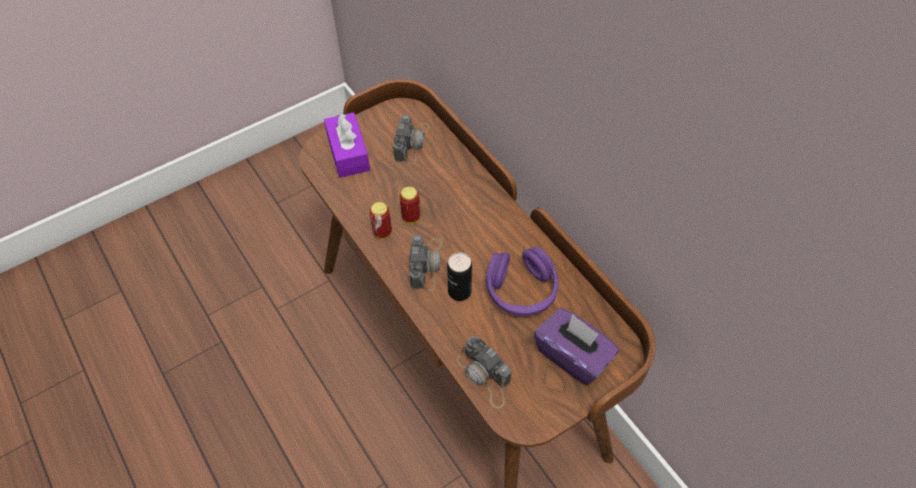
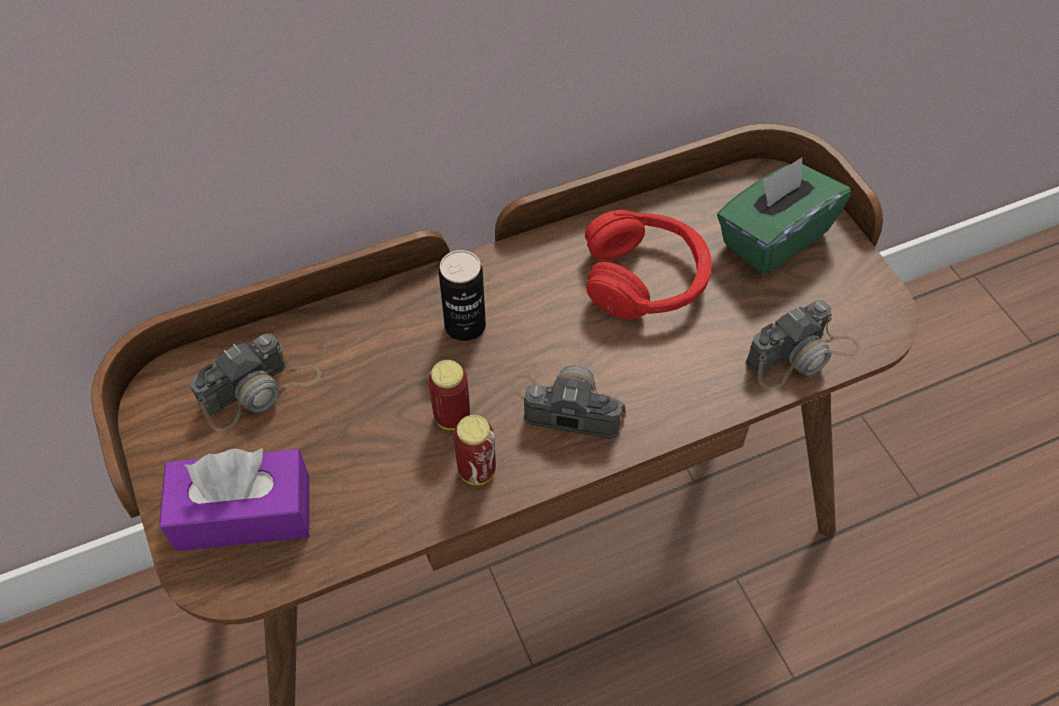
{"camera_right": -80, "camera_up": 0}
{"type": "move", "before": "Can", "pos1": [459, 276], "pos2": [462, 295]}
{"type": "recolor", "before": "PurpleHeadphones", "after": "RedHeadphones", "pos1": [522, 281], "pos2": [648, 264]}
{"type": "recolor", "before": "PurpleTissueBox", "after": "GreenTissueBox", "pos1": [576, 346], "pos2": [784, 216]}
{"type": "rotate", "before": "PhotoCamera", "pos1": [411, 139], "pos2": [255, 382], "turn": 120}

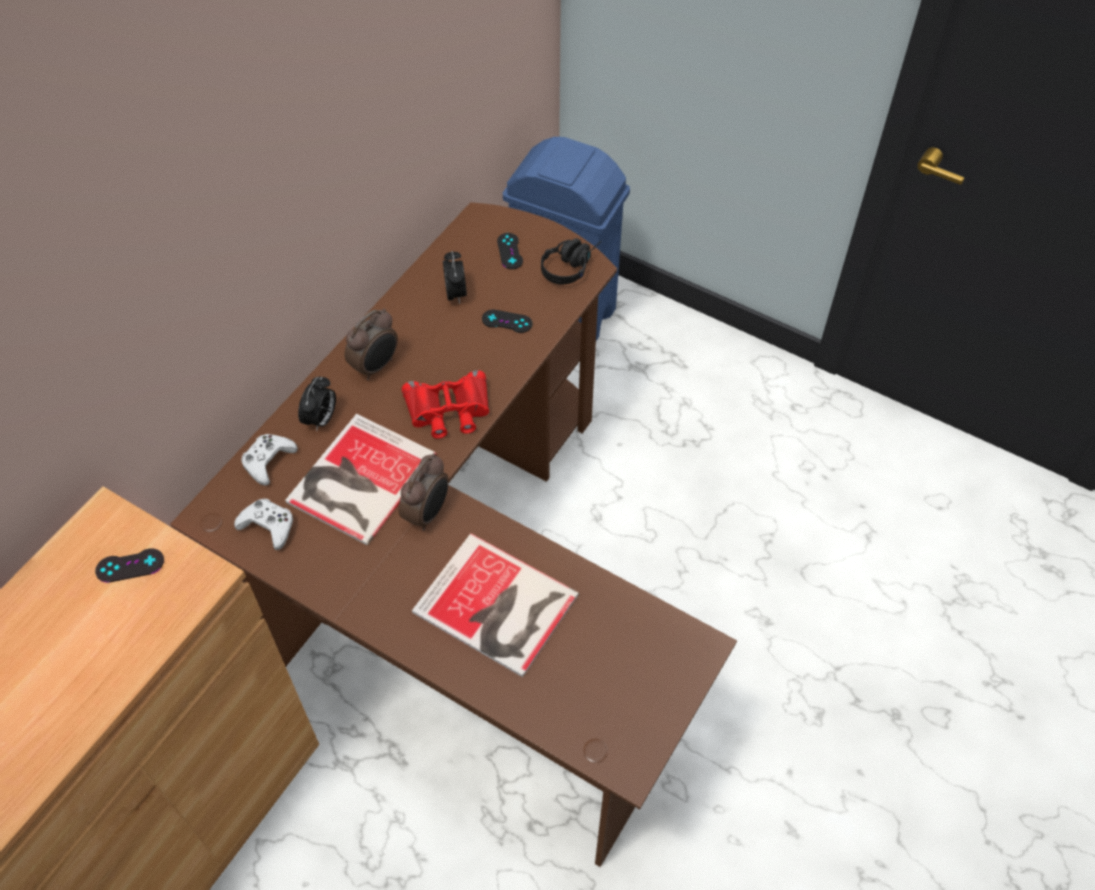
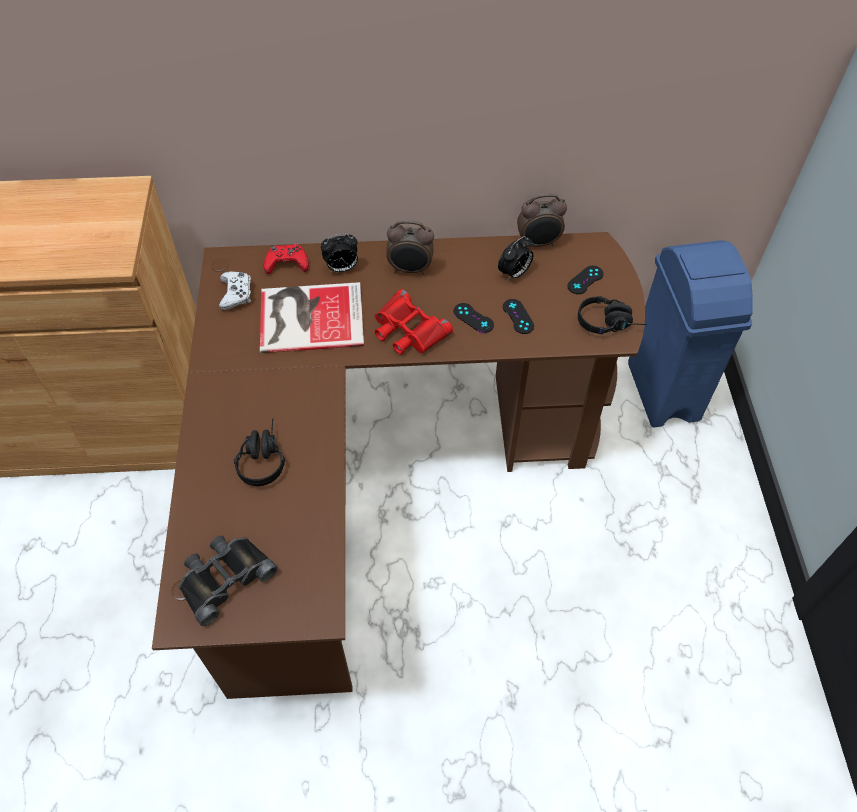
{"camera_right": 55, "camera_up": 0}
{"type": "insert", "after": "BlackBinoculars", "pos2": [228, 581]}
{"type": "move", "before": "BlackGameController", "pos1": [129, 565], "pos2": [473, 318]}
{"type": "move", "before": "AlarmClock", "pos1": [423, 492], "pos2": [542, 220]}
{"type": "replace", "before": "Book", "after": "BlackHeadphones", "pos1": [495, 605], "pos2": [259, 452]}
{"type": "recolor", "before": "WhiteGameController", "after": "RedGameController", "pos1": [269, 460], "pos2": [286, 259]}

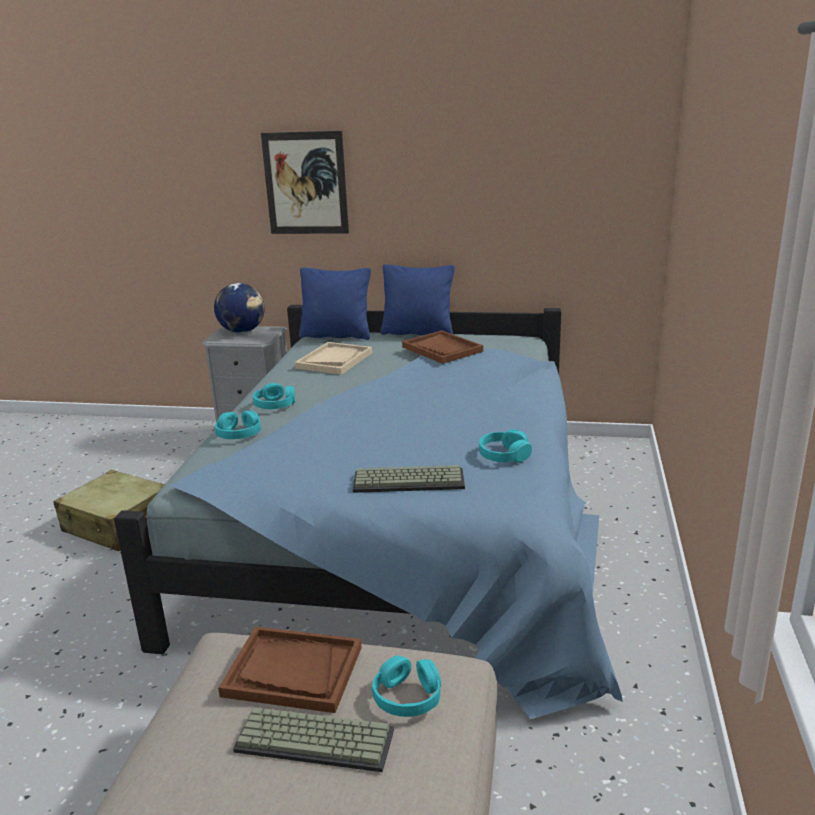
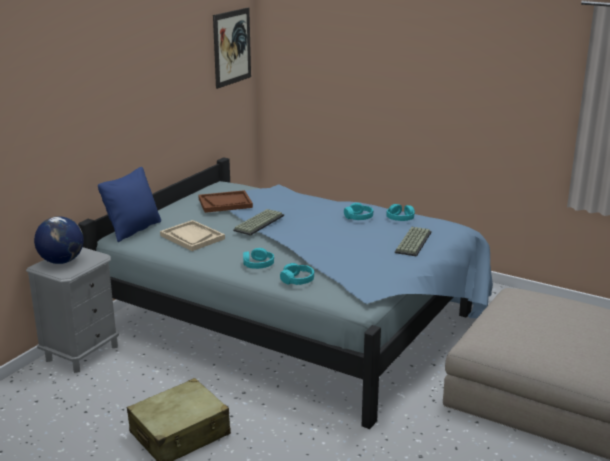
{"camera_right": -70, "camera_up": 0}
{"type": "delete", "before": "BrownTray", "pos1": [290, 670]}
{"type": "delete", "before": "BluePillow", "pos1": [418, 299]}
{"type": "move", "before": "Keyboard", "pos1": [313, 739], "pos2": [258, 222]}
{"type": "move", "before": "Picture", "pos1": [305, 182], "pos2": [232, 48]}
{"type": "move", "before": "TurquoiseHeadphones", "pos1": [406, 686], "pos2": [358, 211]}

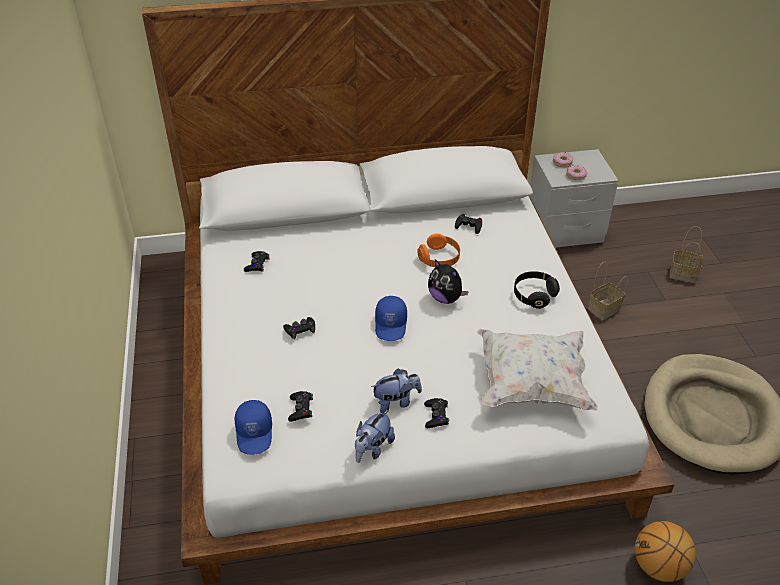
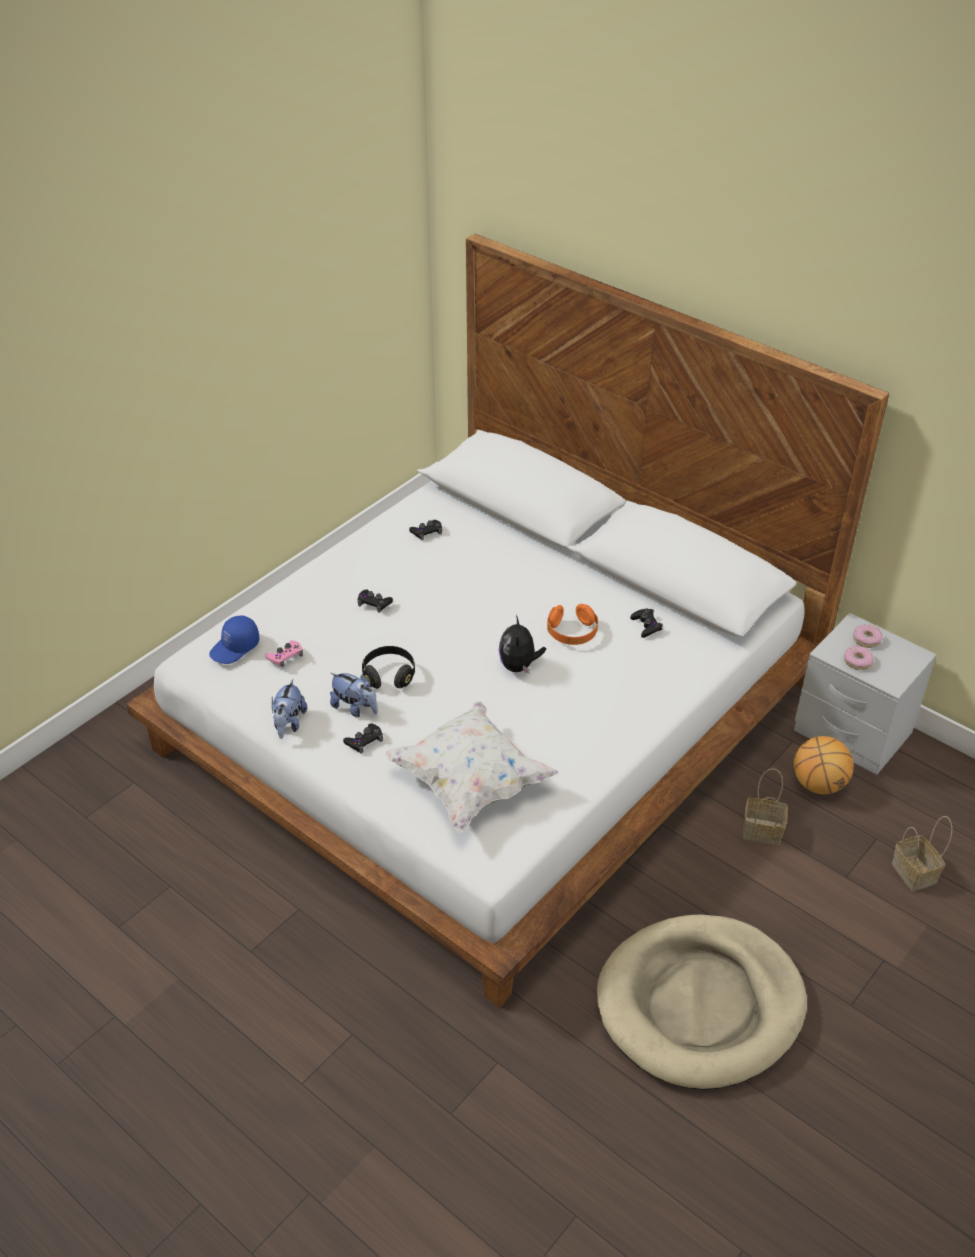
{"camera_right": 50, "camera_up": 0}
{"type": "delete", "before": "BlueCap", "pos1": [391, 318]}
{"type": "move", "before": "BlackHeadphones", "pos1": [537, 290], "pos2": [388, 667]}
{"type": "move", "before": "Basketball", "pos1": [665, 551], "pos2": [824, 765]}
{"type": "recolor", "before": "BlackGameController", "after": "PinkGameController", "pos1": [300, 406], "pos2": [284, 653]}
{"type": "rotate", "before": "PlushToy", "pos1": [375, 436], "pos2": [289, 709], "turn": -75}

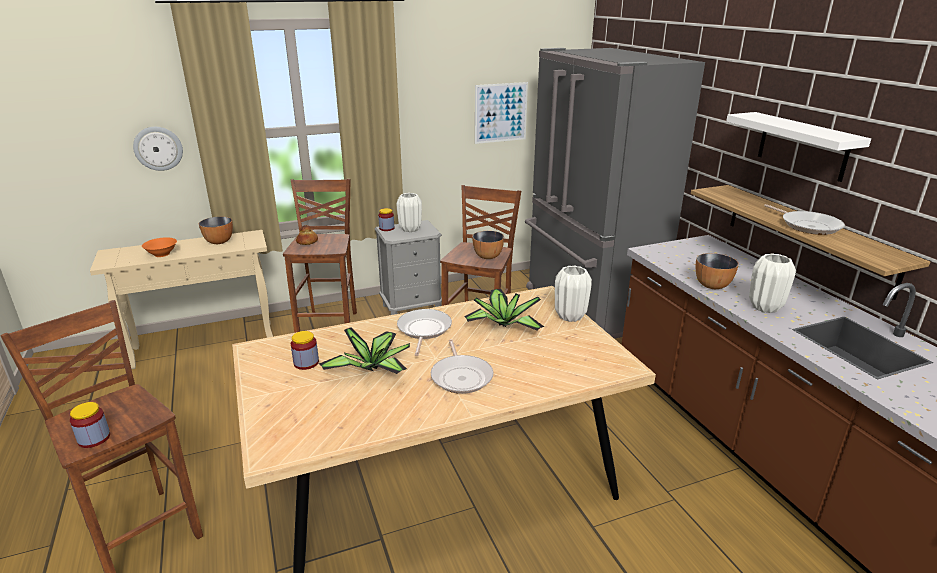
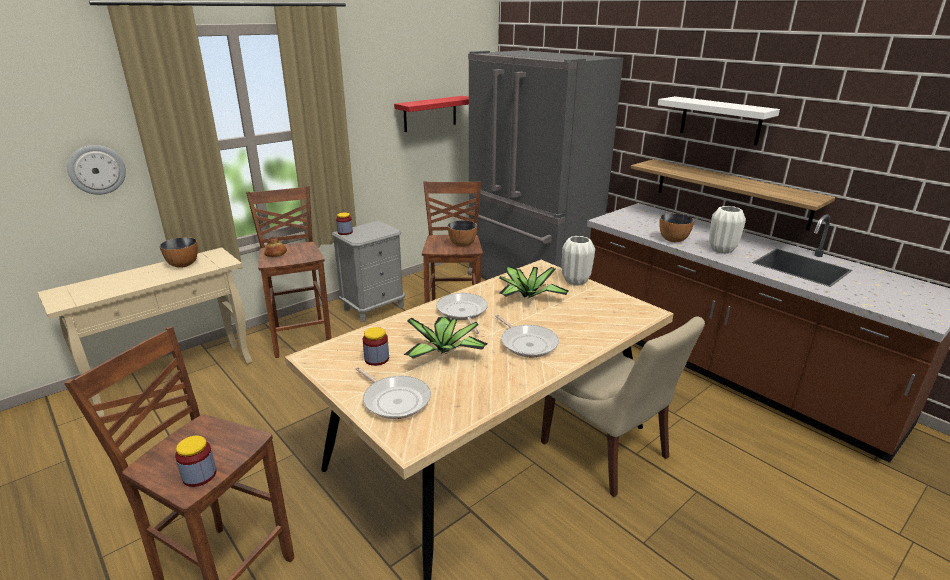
{"camera_right": -20, "camera_up": 0}
{"type": "delete", "before": "OrangeBowl", "pos1": [159, 247]}
{"type": "delete", "before": "WhiteVase", "pos1": [409, 212]}
{"type": "insert", "after": "BeigeChair", "pos2": [623, 407]}
{"type": "move", "before": "FryingPan", "pos1": [804, 219], "pos2": [393, 393]}
{"type": "replace", "before": "Picture", "after": "RedShelf", "pos1": [501, 113], "pos2": [431, 114]}

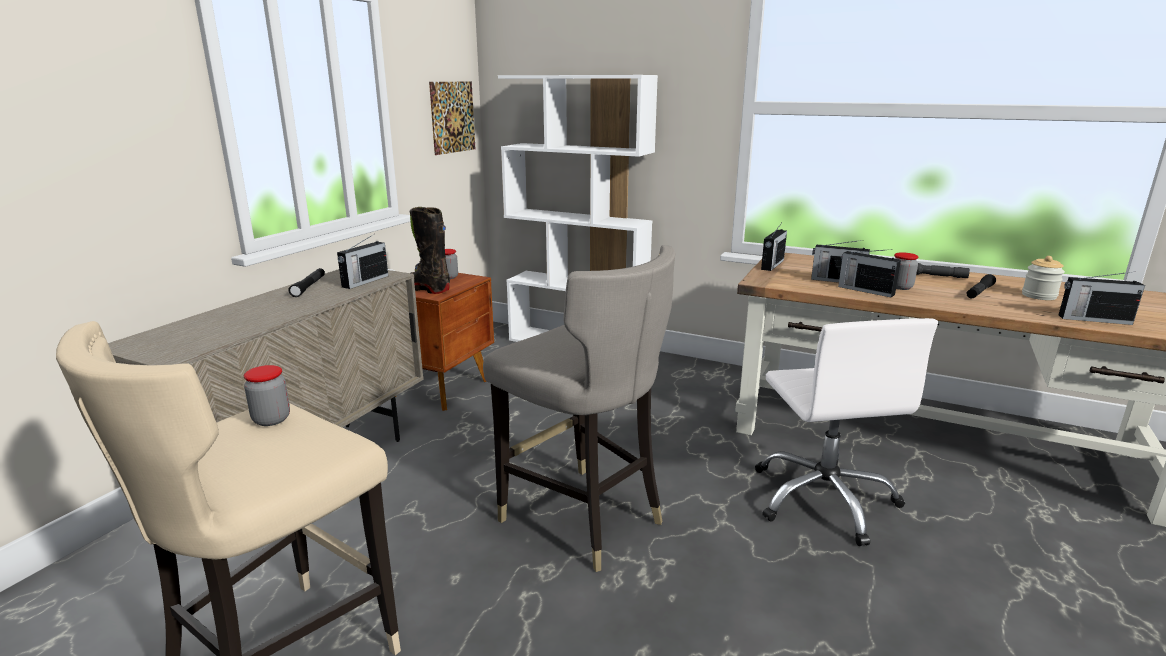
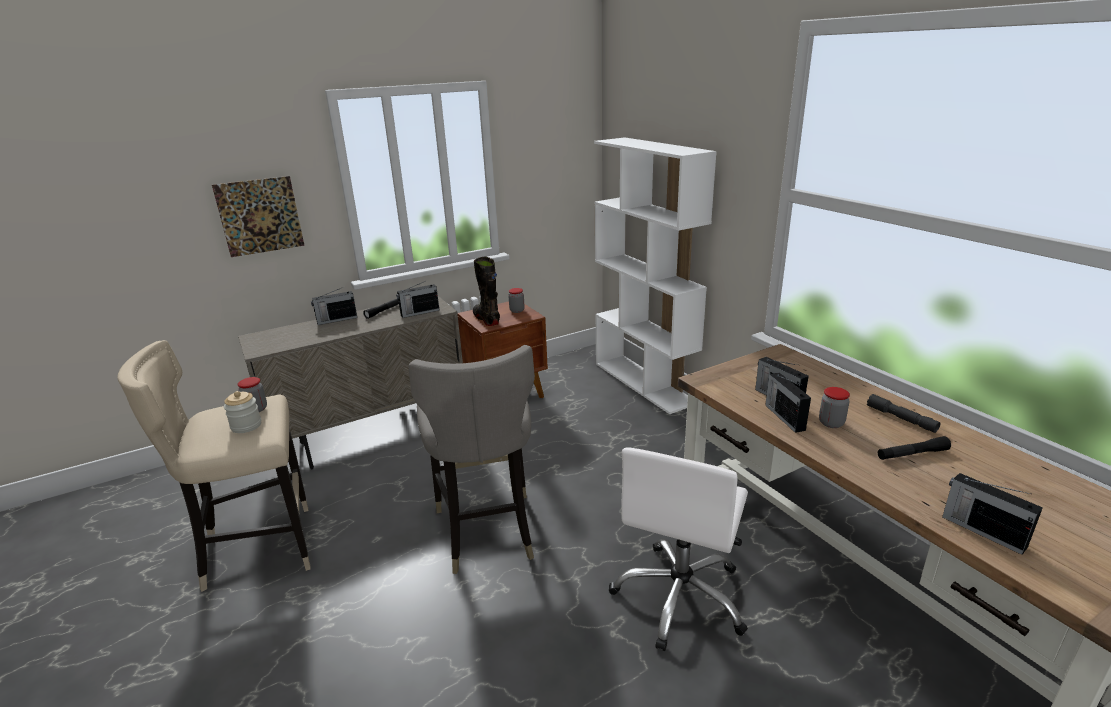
{"camera_right": 35, "camera_up": 5}
{"type": "move", "before": "Picture", "pos1": [452, 118], "pos2": [258, 216]}
{"type": "move", "before": "Radio", "pos1": [774, 247], "pos2": [334, 306]}
{"type": "move", "before": "Jar", "pos1": [1043, 278], "pos2": [242, 412]}

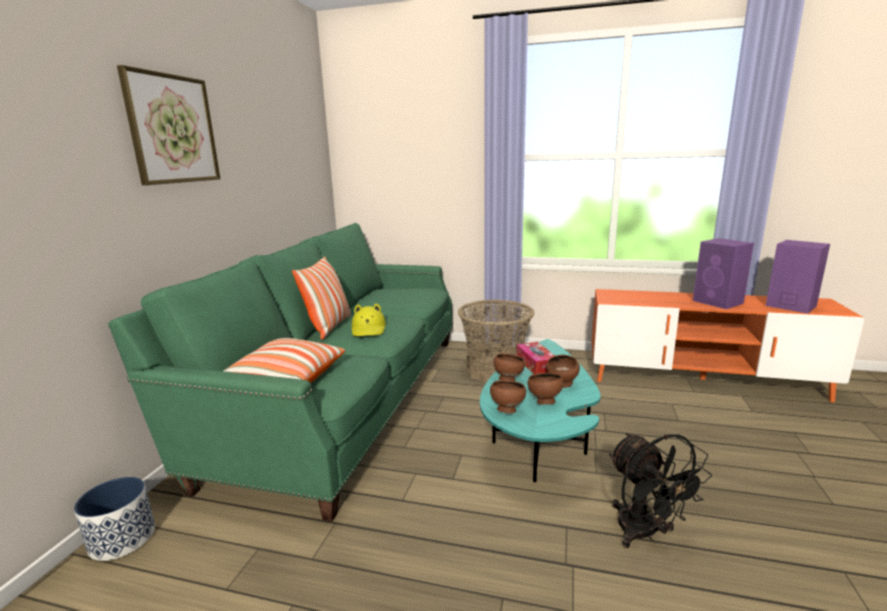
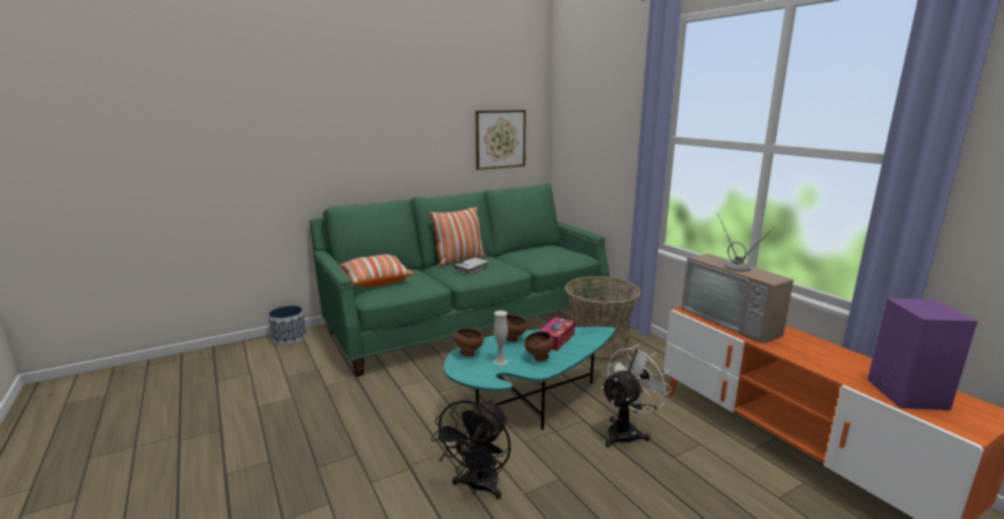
{"camera_right": 45, "camera_up": 0}
{"type": "delete", "before": "PurpleSpeaker", "pos1": [723, 273]}
{"type": "insert", "after": "WhiteFan", "pos2": [637, 396]}
{"type": "insert", "after": "Television", "pos2": [738, 279]}
{"type": "move", "before": "Picture", "pos1": [168, 125], "pos2": [500, 140]}
{"type": "replace", "before": "YellowHat", "after": "WhiteBook", "pos1": [369, 319], "pos2": [471, 266]}
{"type": "replace", "before": "BrownBowl", "after": "WhiteVase", "pos1": [545, 389], "pos2": [500, 337]}

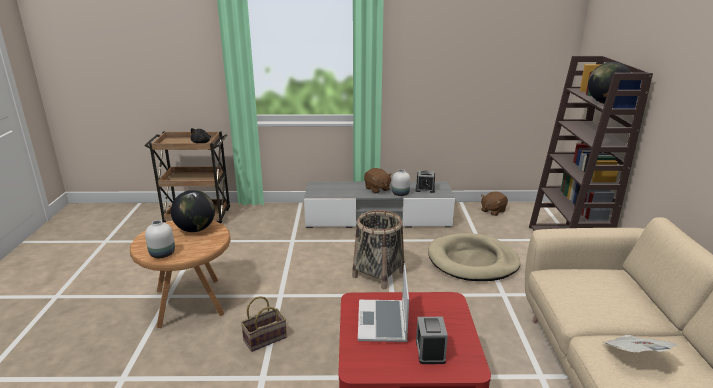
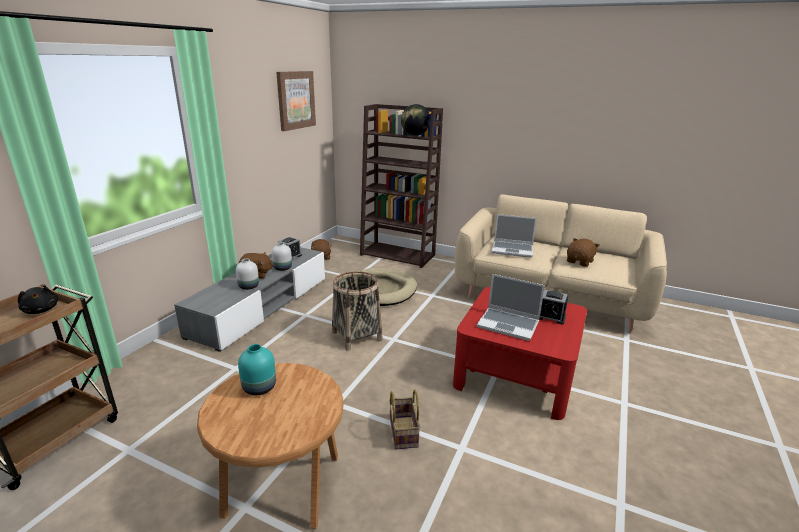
{"camera_right": -65, "camera_up": 0}
{"type": "insert", "after": "Picture", "pos2": [296, 101]}
{"type": "insert", "after": "Laptop", "pos2": [514, 236]}
{"type": "move", "before": "WhiteVase", "pos1": [160, 239], "pos2": [247, 274]}
{"type": "replace", "before": "Globe", "after": "TurquoiseVase", "pos1": [193, 211], "pos2": [257, 370]}
{"type": "replace", "before": "Newspaper", "after": "BrownPlushToy", "pos1": [641, 343], "pos2": [583, 252]}

